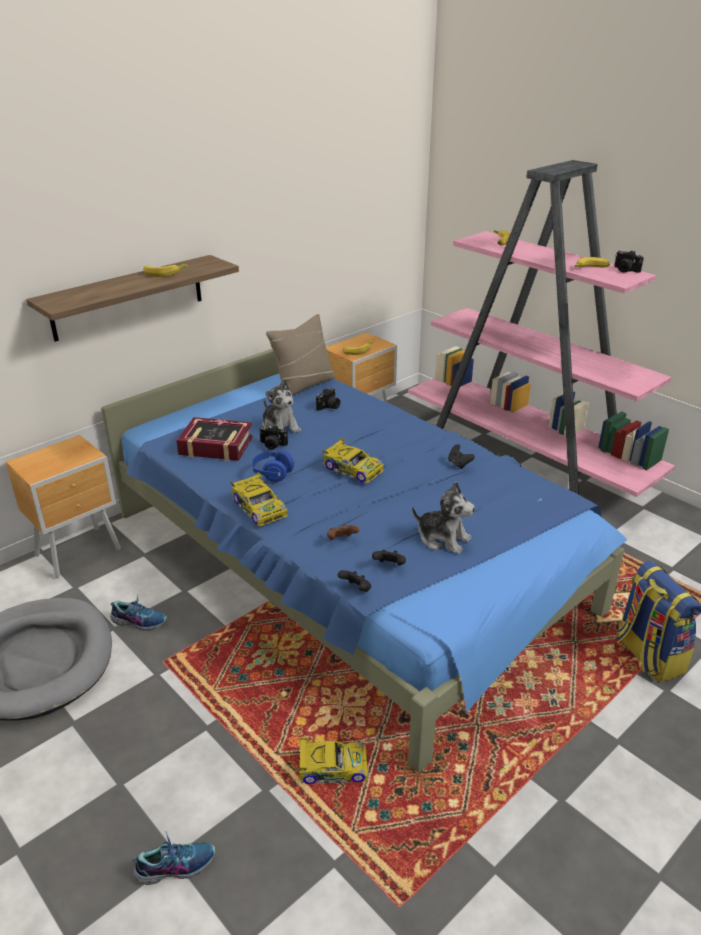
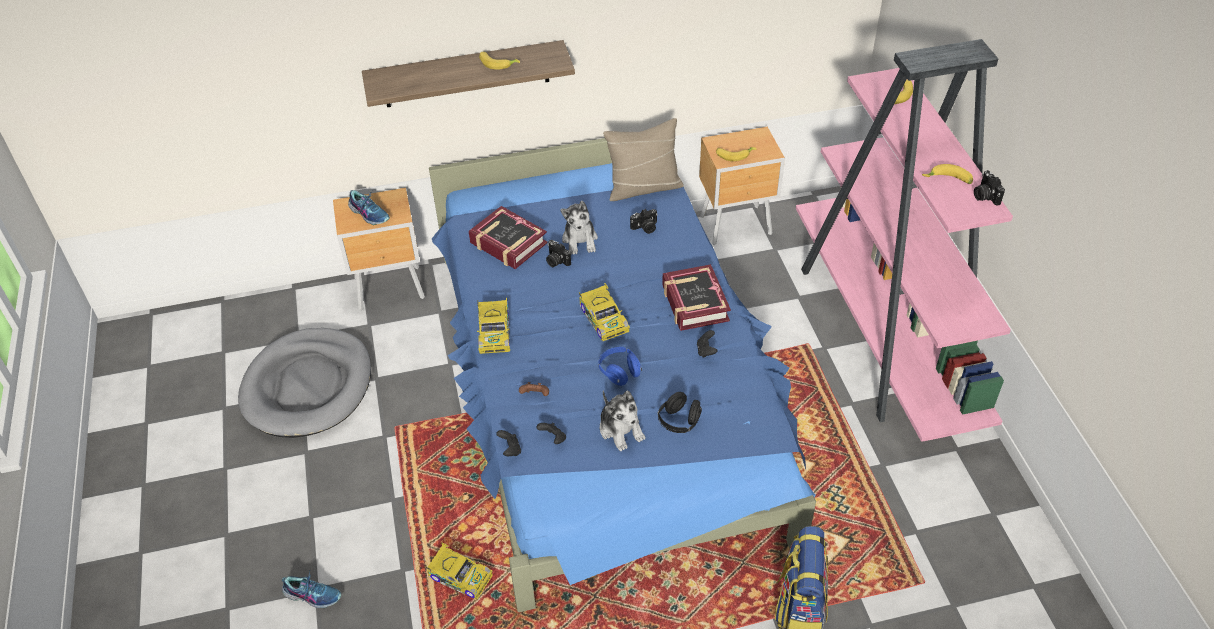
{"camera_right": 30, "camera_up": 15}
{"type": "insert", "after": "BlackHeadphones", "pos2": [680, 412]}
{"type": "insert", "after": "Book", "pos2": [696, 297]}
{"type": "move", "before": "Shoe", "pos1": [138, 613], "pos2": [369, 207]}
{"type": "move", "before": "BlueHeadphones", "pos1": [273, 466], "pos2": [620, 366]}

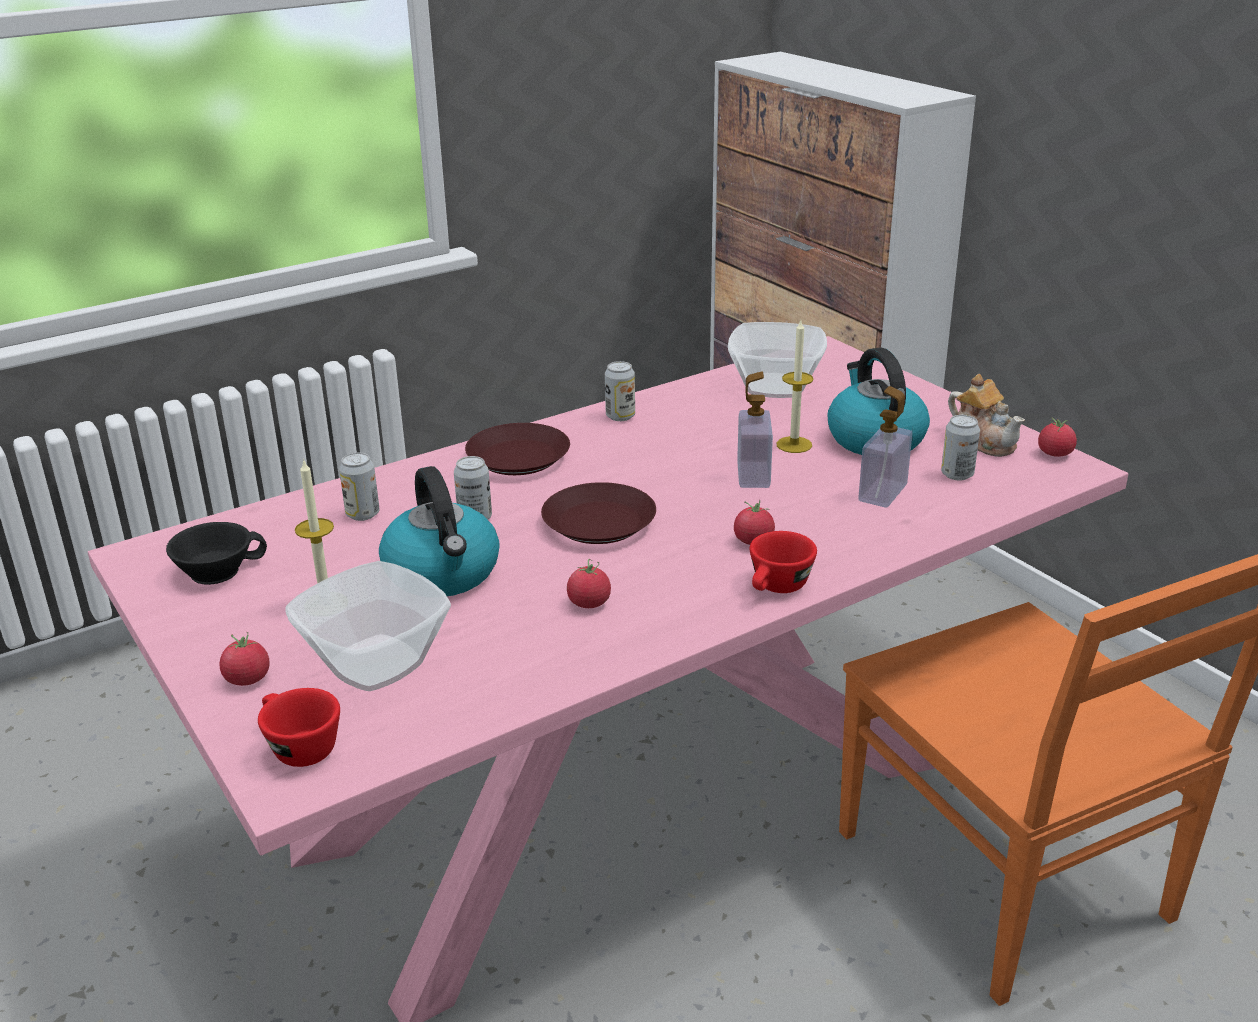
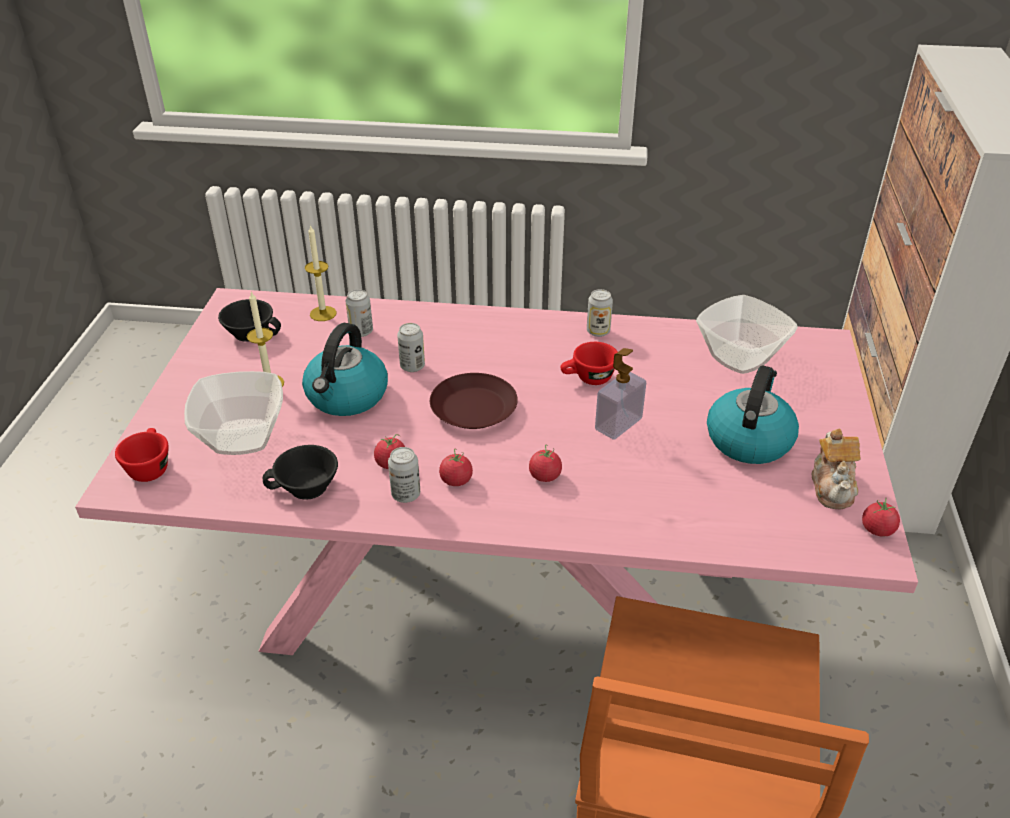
{"camera_right": 40, "camera_up": 10}
{"type": "delete", "before": "BrownPlate", "pos1": [517, 449]}
{"type": "delete", "before": "SoapDispenser", "pos1": [885, 446]}
{"type": "insert", "after": "BlackCup", "pos2": [300, 472]}
{"type": "move", "before": "Tomato", "pos1": [244, 659], "pos2": [456, 467]}
{"type": "move", "before": "RedCup", "pos1": [783, 562], "pos2": [589, 363]}
{"type": "move", "before": "Candle", "pos1": [795, 387], "pos2": [321, 272]}
{"type": "move", "before": "Can", "pos1": [960, 448], "pos2": [404, 475]}

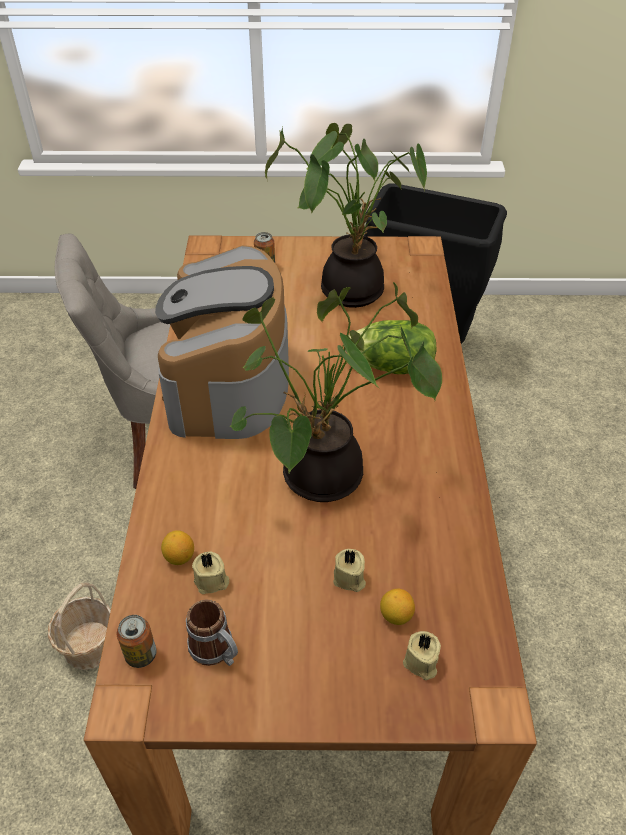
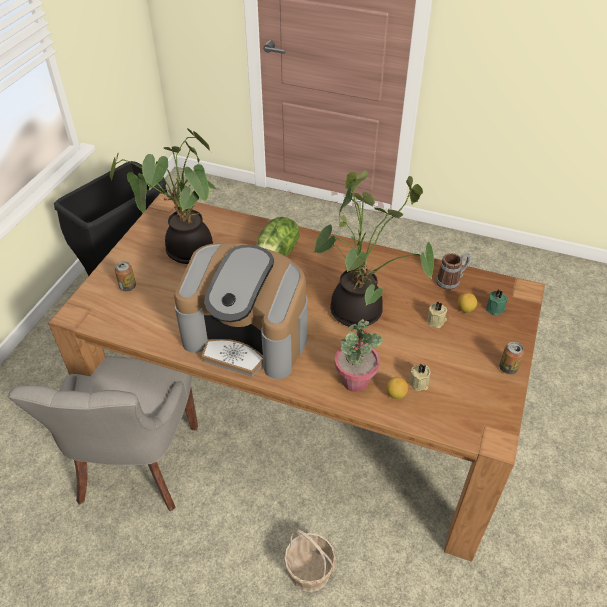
{"camera_right": -70, "camera_up": 0}
{"type": "insert", "after": "PottedPlant", "pos2": [359, 355]}
{"type": "move", "before": "Can", "pos1": [136, 641], "pos2": [511, 358]}
{"type": "move", "before": "Mug", "pos1": [212, 632], "pos2": [453, 271]}
{"type": "recolor", "before": "BeigeCandle", "after": "GreenCandle", "pos1": [422, 655], "pos2": [497, 303]}

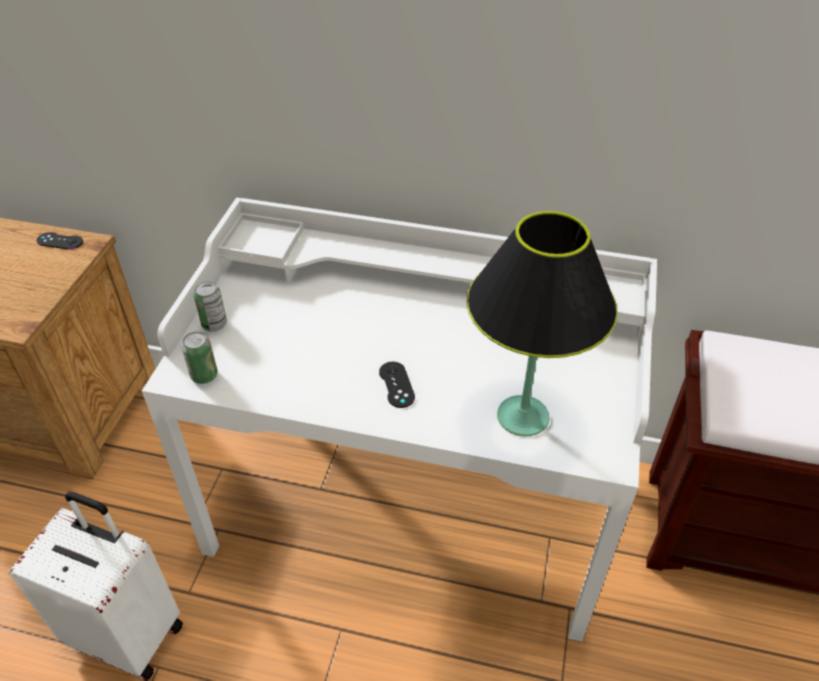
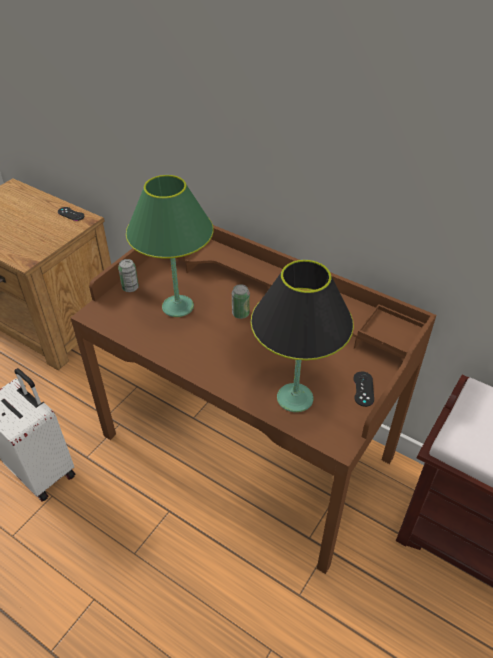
{"camera_right": 20, "camera_up": 0}
{"type": "insert", "after": "GreenTableLamp", "pos2": [170, 246]}
{"type": "move", "before": "Can", "pos1": [200, 358], "pos2": [241, 301]}
{"type": "move", "before": "BlackGameController", "pos1": [397, 384], "pos2": [363, 389]}
{"type": "recolor", "before": "WhiteDesk", "after": "BrownDesk", "pos1": [399, 419], "pos2": [253, 399]}

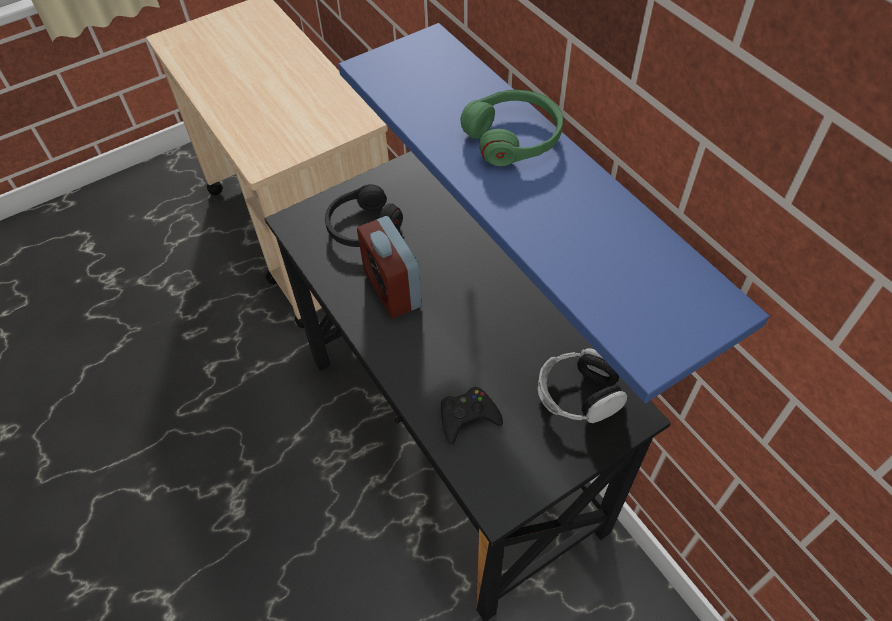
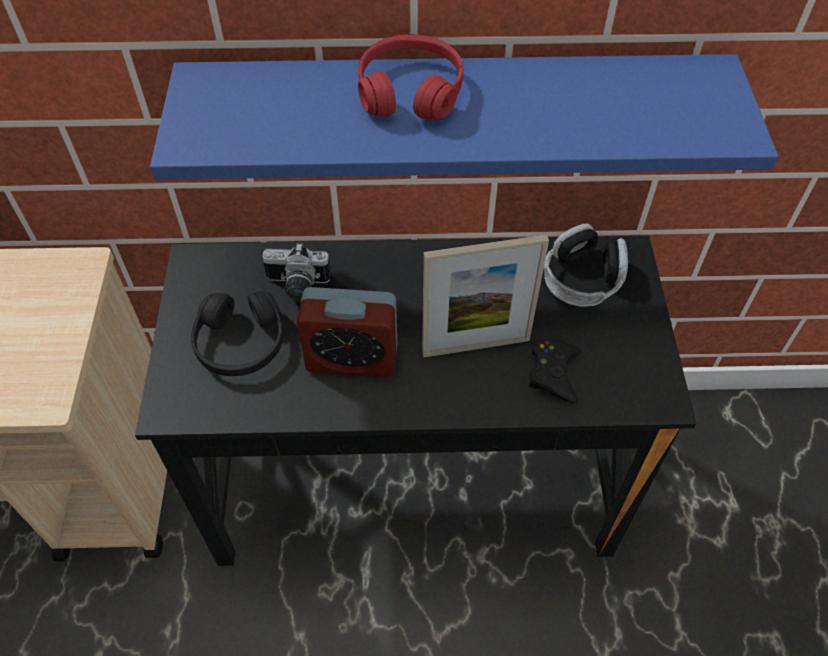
{"camera_right": -60, "camera_up": 0}
{"type": "insert", "after": "PhotoCamera", "pos2": [297, 272]}
{"type": "insert", "after": "PictureFrame", "pos2": [485, 296]}
{"type": "recolor", "before": "GreenHeadphones", "after": "RedHeadphones", "pos1": [512, 128], "pos2": [410, 77]}

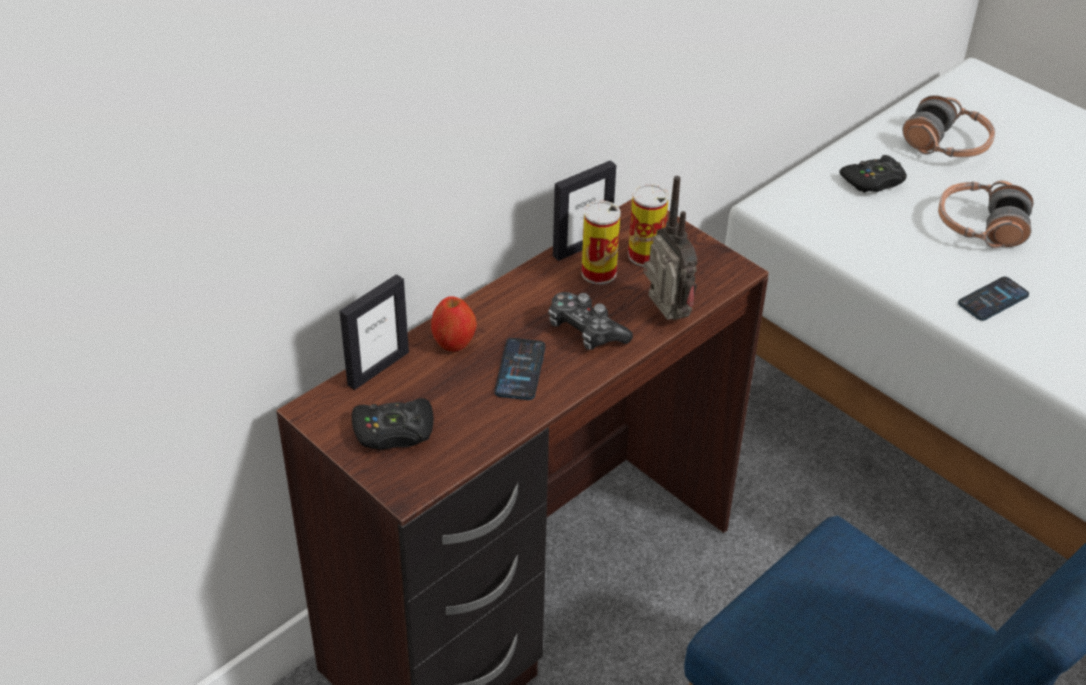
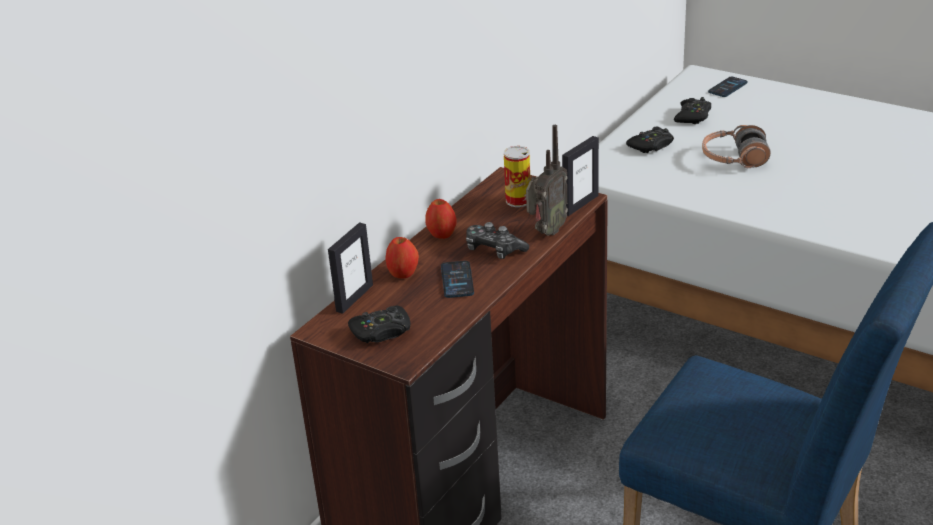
{"camera_right": -10, "camera_up": -10}
{"type": "delete", "before": "Can", "pos1": [600, 242]}
{"type": "insert", "after": "Apple", "pos2": [441, 219]}
{"type": "move", "before": "PictureFrame", "pos1": [584, 210], "pos2": [580, 176]}
{"type": "move", "before": "Phone", "pos1": [993, 299], "pos2": [728, 87]}
{"type": "replace", "before": "Headphones", "after": "BlackGameController", "pos1": [948, 126], "pos2": [692, 110]}
{"type": "rotate", "before": "Radio", "pos1": [670, 248], "pos2": [547, 180], "turn": 75}

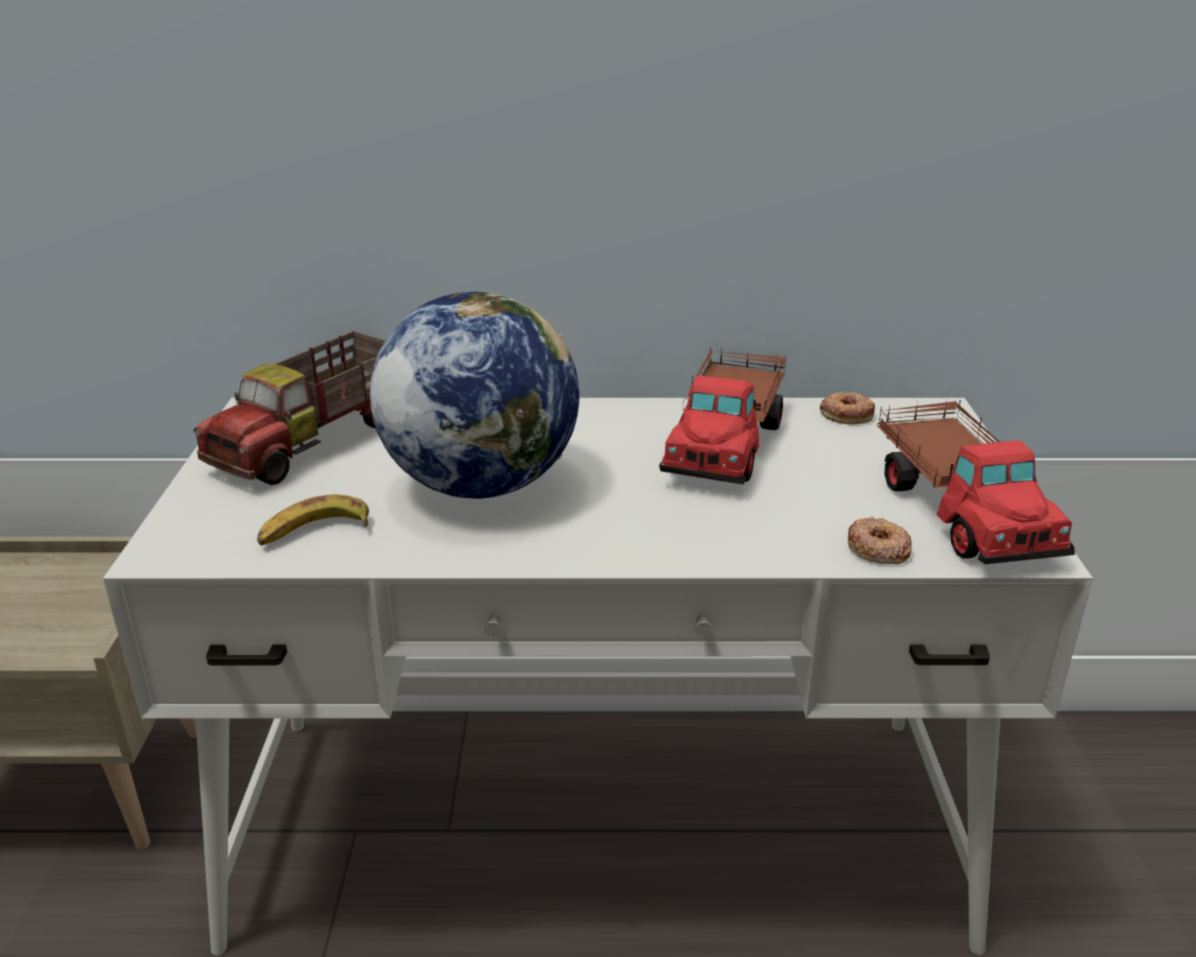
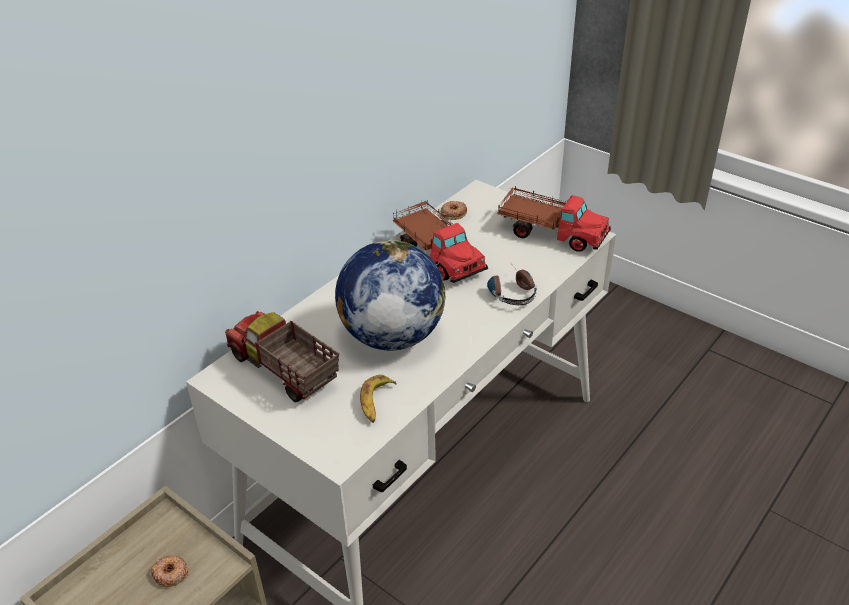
{"camera_right": -50, "camera_up": 10}
{"type": "insert", "after": "Headphones", "pos2": [512, 287]}
{"type": "move", "before": "Donut", "pos1": [880, 540], "pos2": [169, 571]}
{"type": "rotate", "before": "ToyTruck", "pos1": [289, 408], "pos2": [282, 356], "turn": 150}

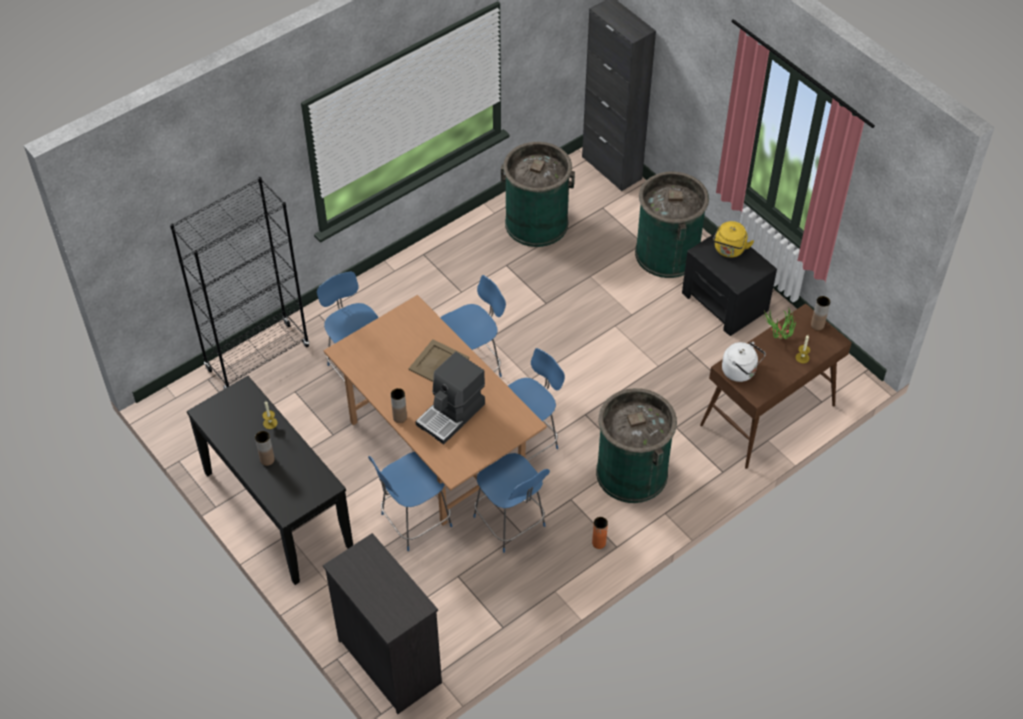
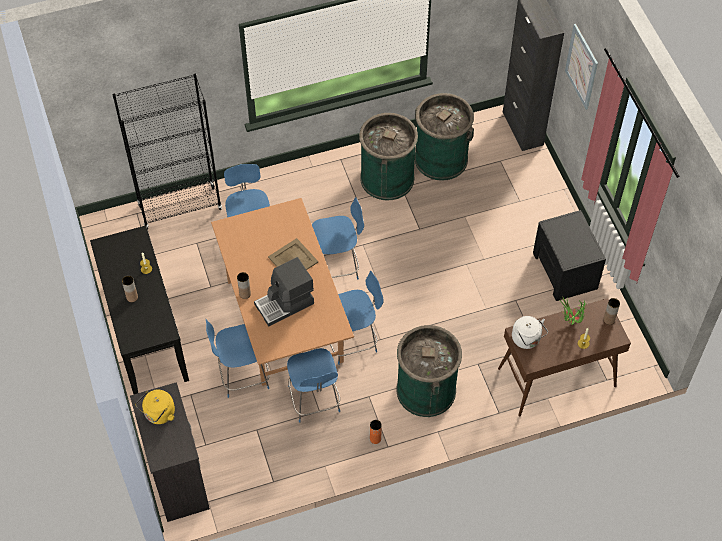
{"camera_right": 20, "camera_up": 5}
{"type": "insert", "after": "Picture", "pos2": [581, 67]}
{"type": "move", "before": "GreenTrashCan", "pos1": [672, 225], "pos2": [388, 157]}
{"type": "move", "before": "YellowKettle", "pos1": [733, 239], "pos2": [155, 406]}

